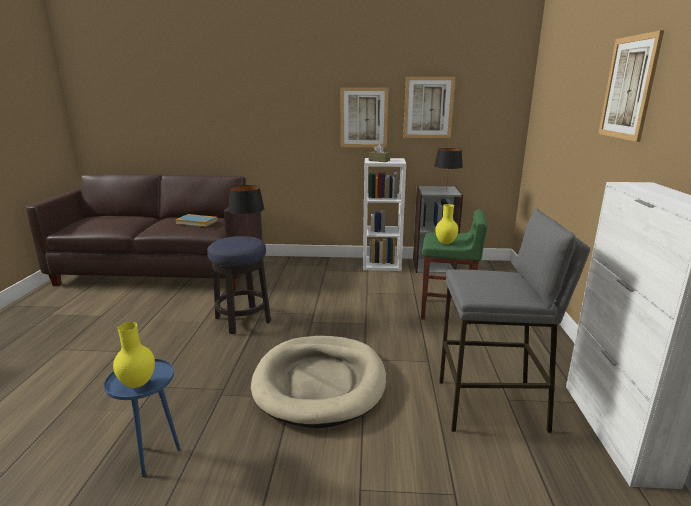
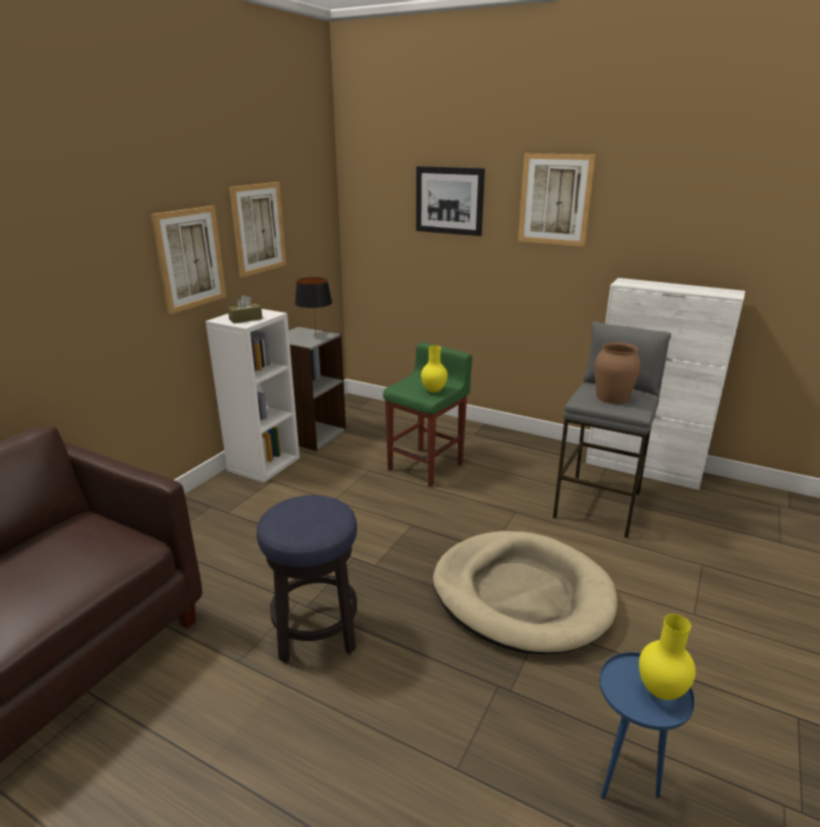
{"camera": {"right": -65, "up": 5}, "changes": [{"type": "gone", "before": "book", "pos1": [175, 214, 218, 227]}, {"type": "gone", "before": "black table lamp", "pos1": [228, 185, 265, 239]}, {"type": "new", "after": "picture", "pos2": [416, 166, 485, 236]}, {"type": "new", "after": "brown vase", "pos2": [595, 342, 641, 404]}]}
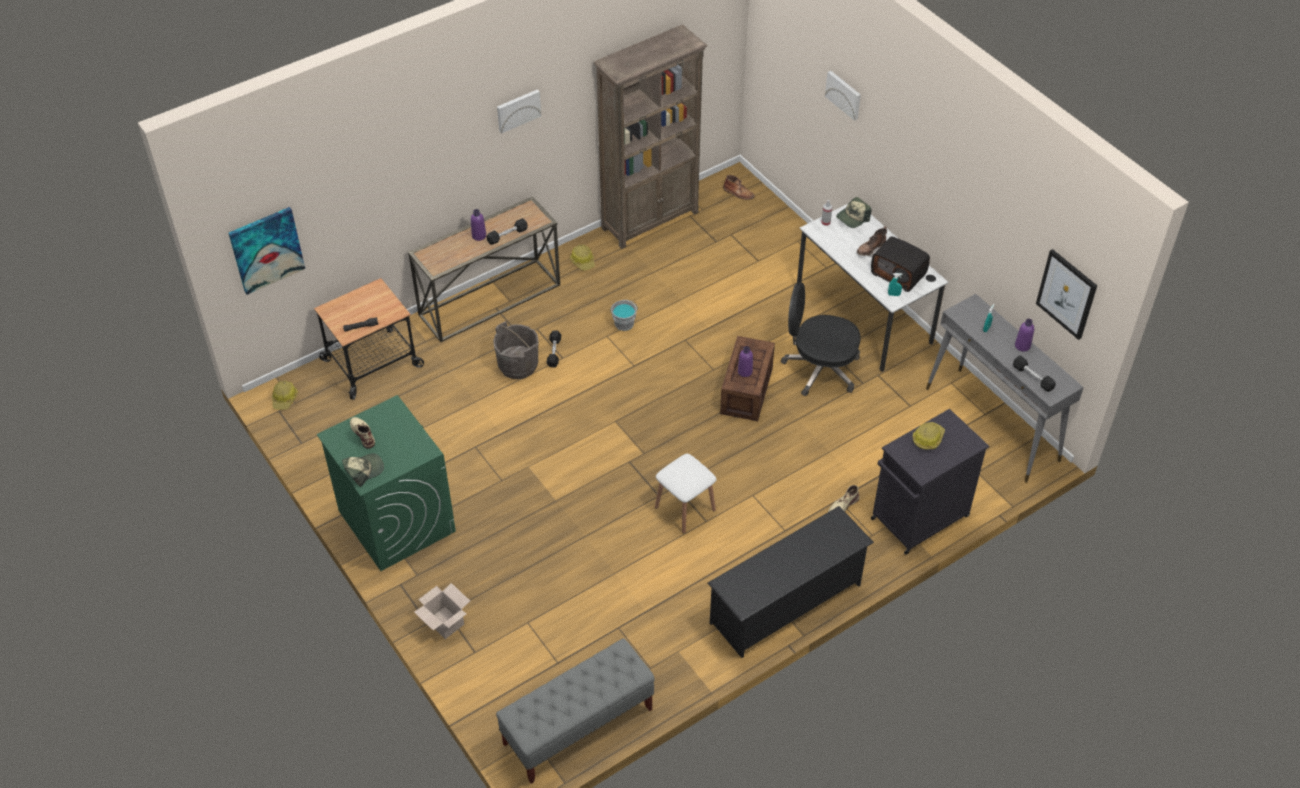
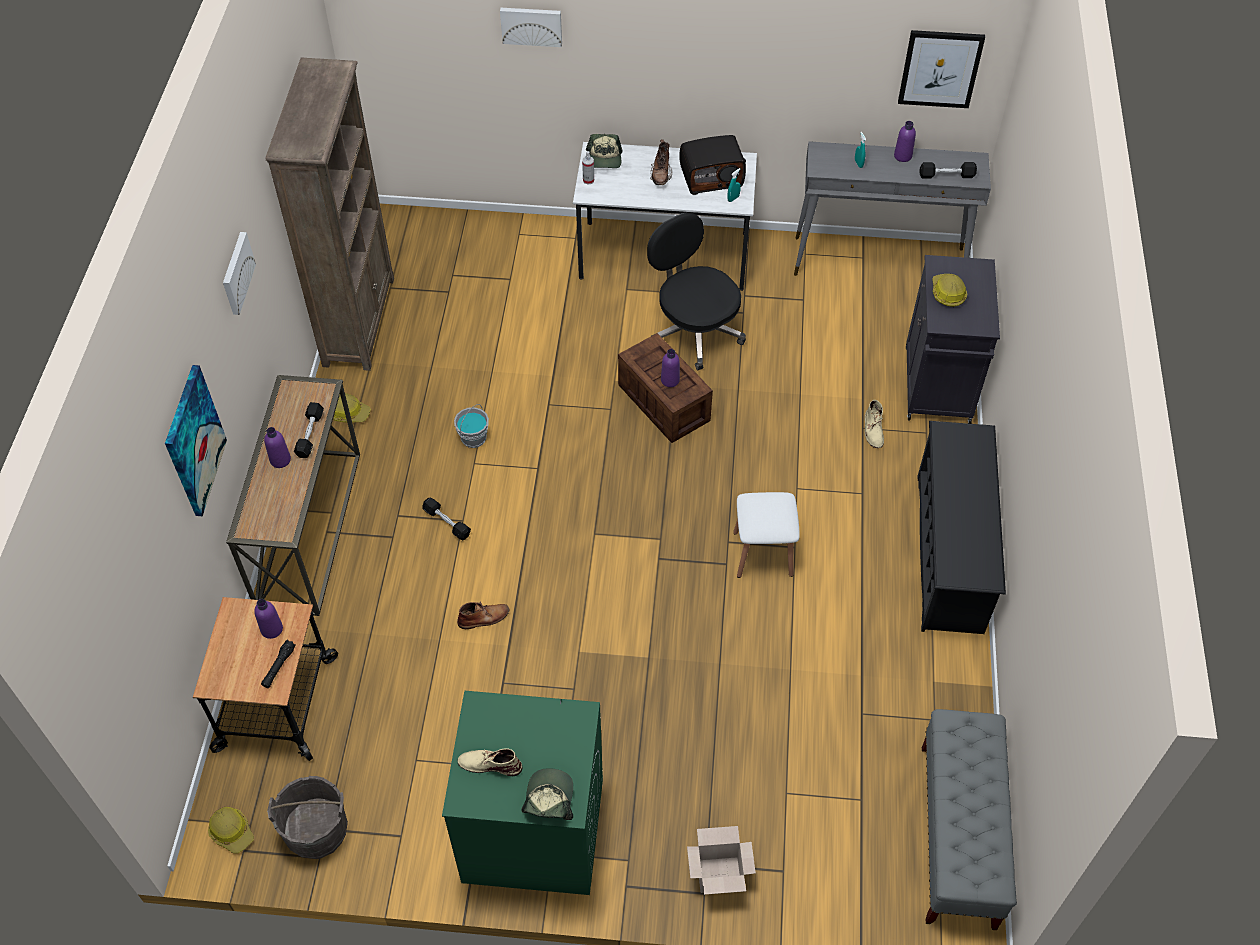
{"camera": {"right": -50, "up": 5}, "changes": [{"type": "new", "after": "purple bottle", "pos2": [254, 599, 283, 639]}, {"type": "shifted", "before": "picture", "pos1": [229, 207, 305, 295], "pos2": [165, 365, 227, 516]}, {"type": "shifted", "before": "grey bucket", "pos1": [493, 321, 539, 379], "pos2": [267, 776, 348, 859]}, {"type": "shifted", "before": "brown boot", "pos1": [723, 175, 755, 200], "pos2": [457, 602, 509, 629]}, {"type": "rotated", "before": "black office chair", "pos1": [781, 283, 860, 396], "pos2": [647, 213, 746, 370], "turn": 90}]}
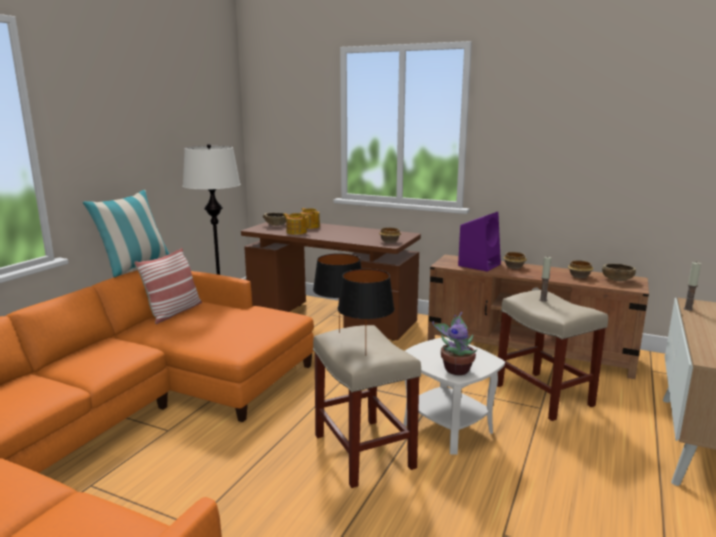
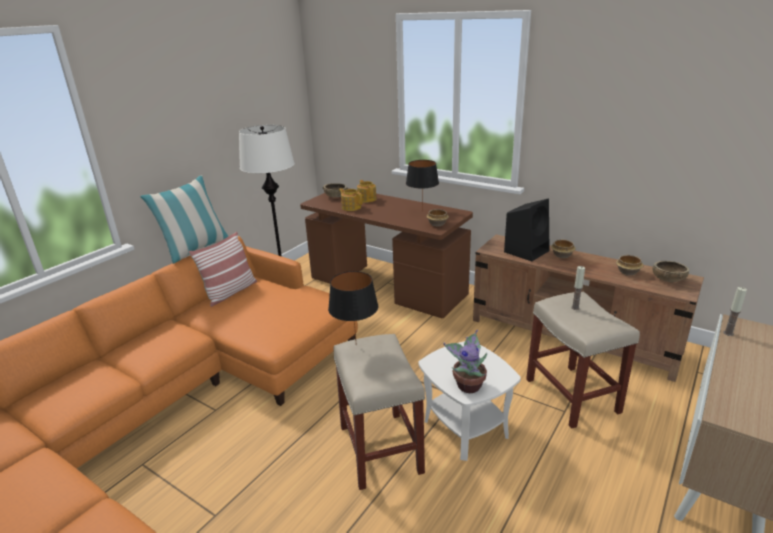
{"camera": {"right": 10, "up": 10}, "changes": [{"type": "shifted", "before": "black table lamp", "pos1": [338, 269, 395, 356], "pos2": [406, 160, 439, 212]}, {"type": "repainted", "before": "purple speaker", "after": "black speaker", "pos1": [458, 212, 501, 272], "pos2": [504, 199, 549, 261]}]}
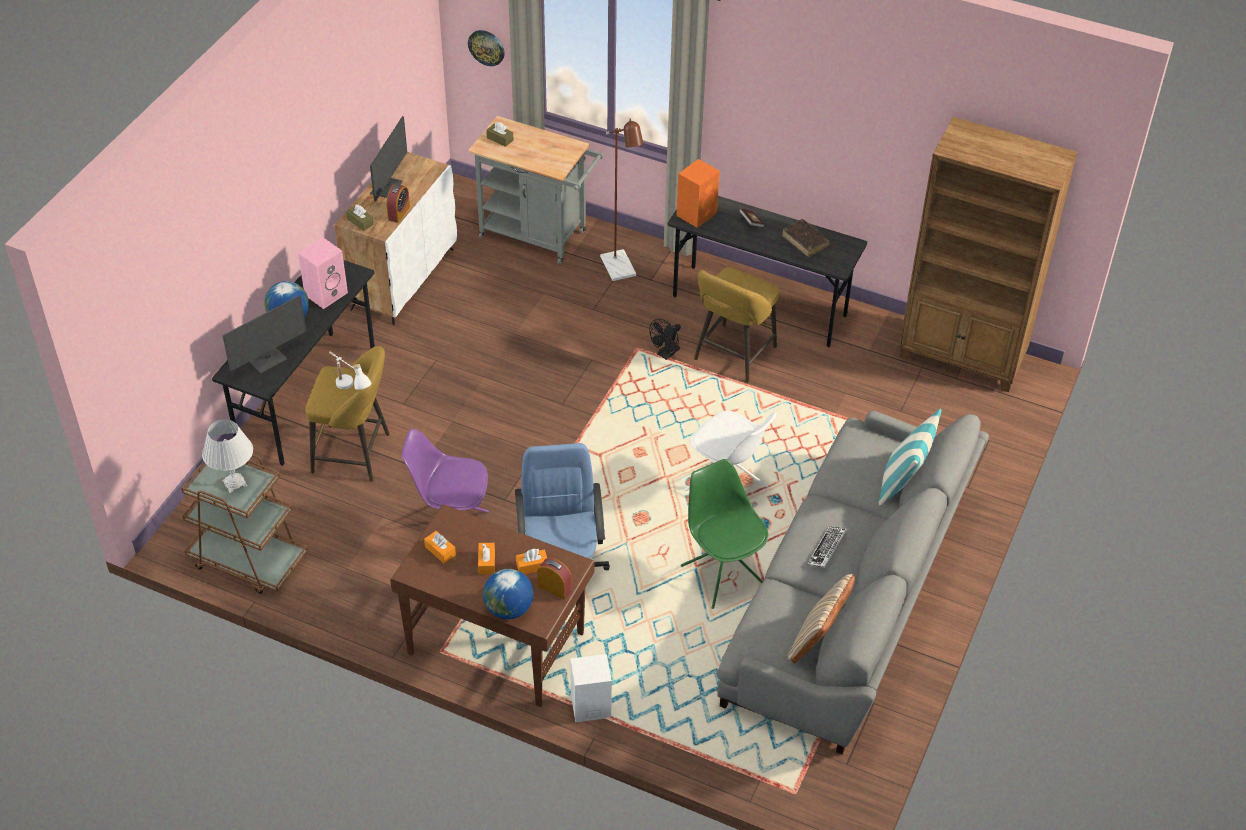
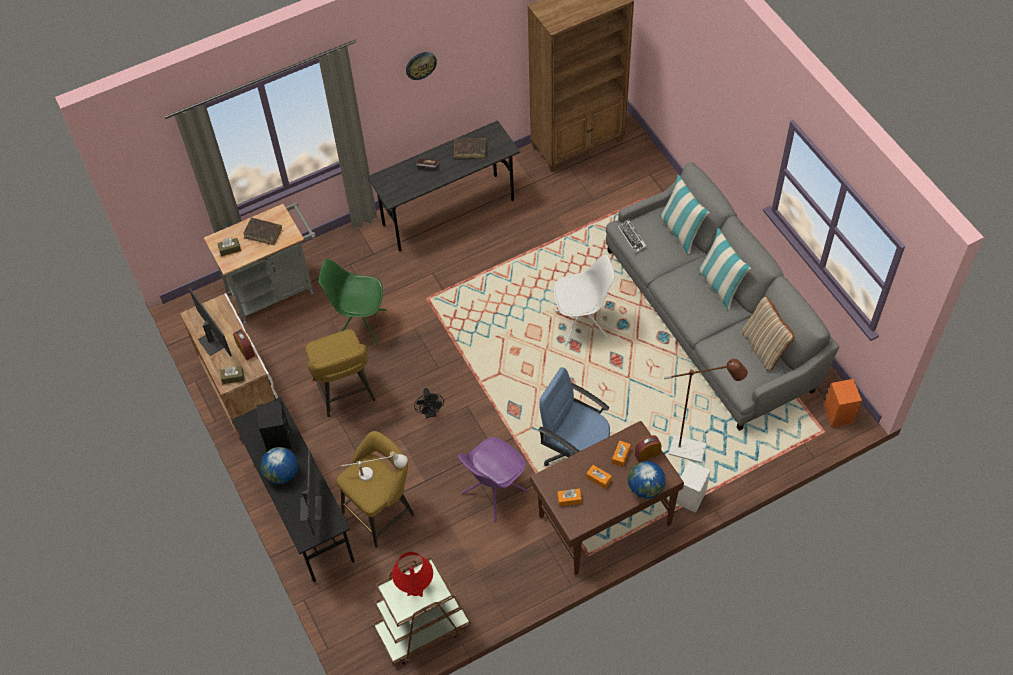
{"camera": {"right": -50, "up": 10}, "changes": [{"type": "new", "after": "brown book", "pos2": [243, 218, 282, 245]}, {"type": "new", "after": "pillow", "pos2": [697, 228, 751, 310]}, {"type": "shifted", "before": "wall clock", "pos1": [468, 30, 505, 66], "pos2": [406, 52, 437, 80]}, {"type": "shifted", "before": "brown floor lamp", "pos1": [600, 118, 643, 281], "pos2": [664, 359, 748, 463]}, {"type": "shifted", "before": "black fan", "pos1": [649, 319, 681, 360], "pos2": [414, 388, 444, 418]}, {"type": "shifted", "before": "orange speaker", "pos1": [676, 159, 720, 228], "pos2": [824, 379, 862, 427]}, {"type": "shifted", "before": "green chair", "pos1": [681, 459, 768, 609], "pos2": [318, 259, 387, 346]}, {"type": "shifted", "before": "yellow stool", "pos1": [694, 267, 779, 383], "pos2": [305, 330, 376, 417]}, {"type": "shifted", "before": "keyboard", "pos1": [807, 526, 847, 568], "pos2": [618, 219, 647, 254]}, {"type": "repainted", "before": "white table lamp", "after": "red table lamp", "pos1": [202, 419, 253, 493], "pos2": [392, 552, 433, 597]}, {"type": "repainted", "before": "pink speaker", "after": "black speaker", "pos1": [298, 237, 348, 309], "pos2": [257, 401, 291, 451]}]}
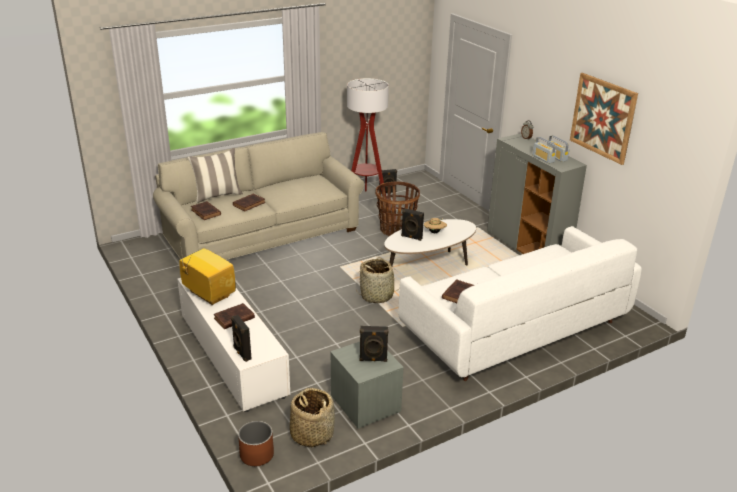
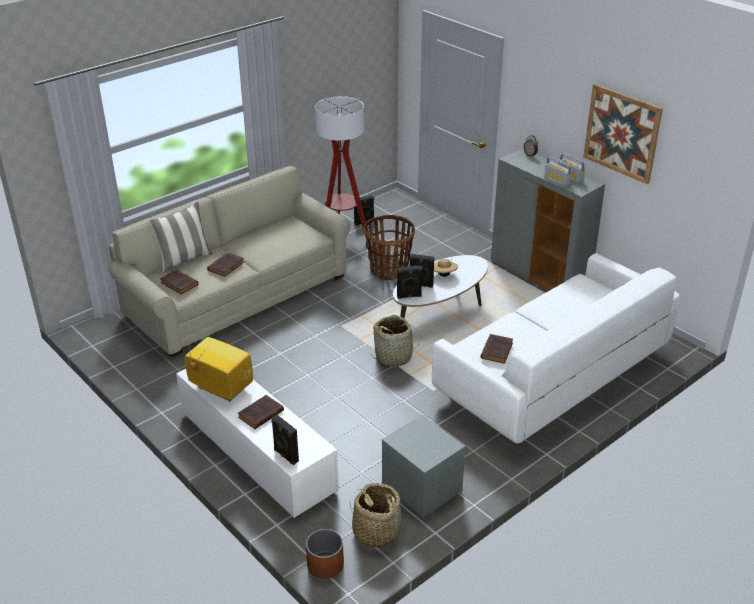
{"camera": {"right": -10, "up": 5}, "changes": [{"type": "shifted", "before": "black speaker", "pos1": [359, 326, 388, 362], "pos2": [397, 265, 423, 299]}]}
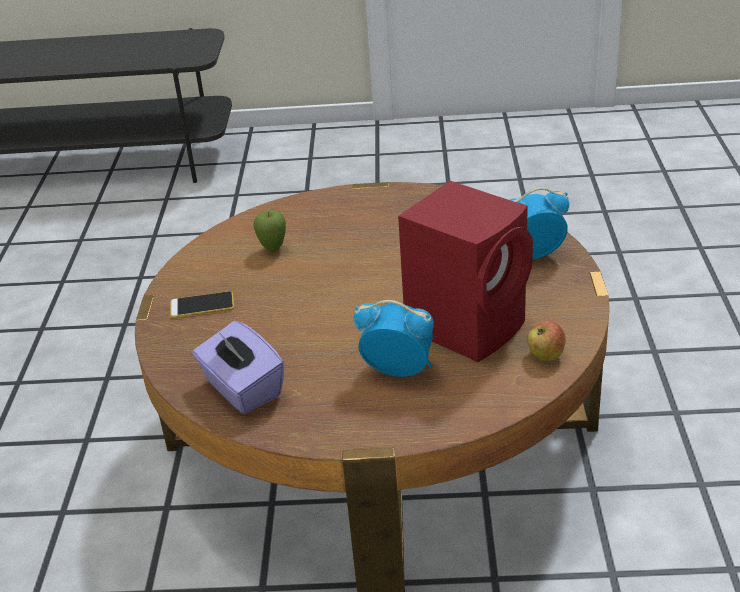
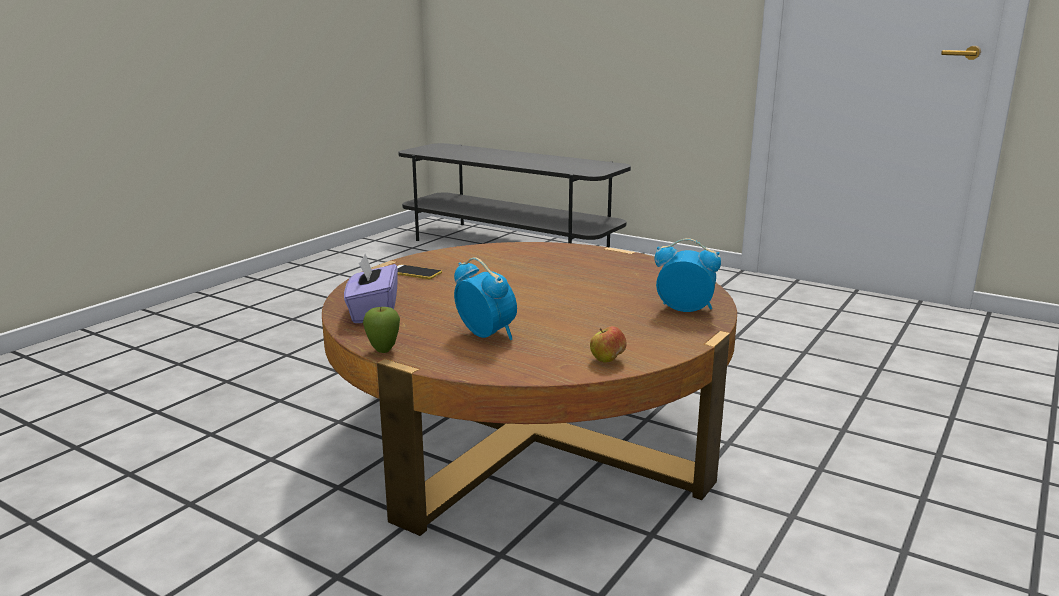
{"camera": {"right": 30, "up": -15}, "changes": [{"type": "gone", "before": "red speaker", "pos1": [398, 181, 533, 362]}, {"type": "shifted", "before": "apple", "pos1": [253, 210, 286, 252], "pos2": [363, 307, 400, 353]}]}
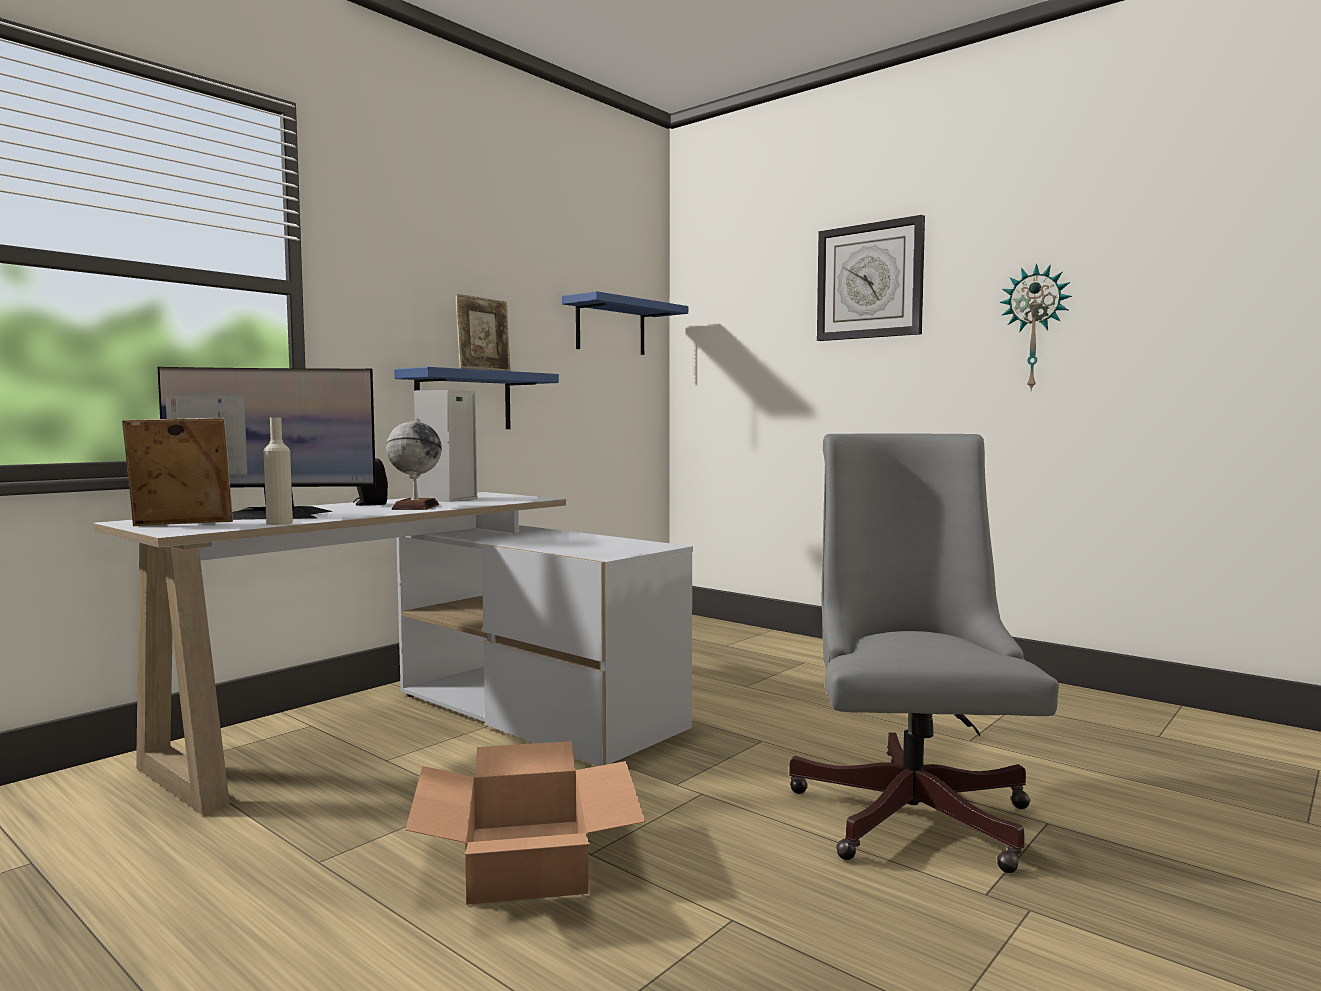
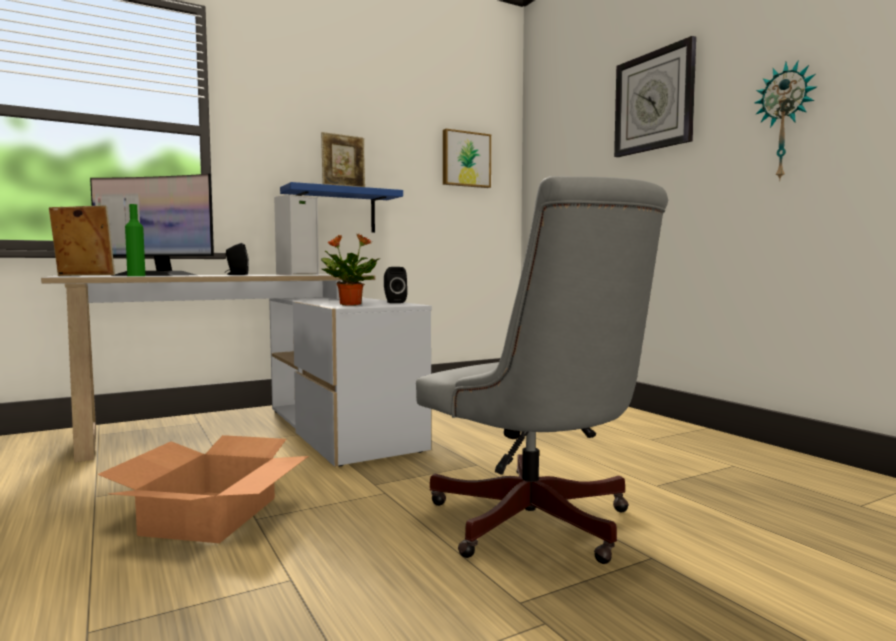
{"camera": {"right": 20, "up": 0}, "changes": [{"type": "gone", "before": "globe", "pos1": [386, 418, 442, 510]}, {"type": "new", "after": "potted plant", "pos2": [321, 233, 381, 305]}, {"type": "new", "after": "black speaker", "pos2": [384, 267, 407, 303]}, {"type": "swapped", "before": "blue shelf", "after": "picture", "pos1": [562, 291, 688, 355], "pos2": [443, 129, 491, 188]}, {"type": "repainted", "before": "beige bottle", "after": "green bottle", "pos1": [264, 418, 293, 525], "pos2": [125, 204, 145, 276]}, {"type": "rotated", "before": "grey office chair", "pos1": [789, 433, 1059, 873], "pos2": [416, 176, 668, 564], "turn": 120}]}
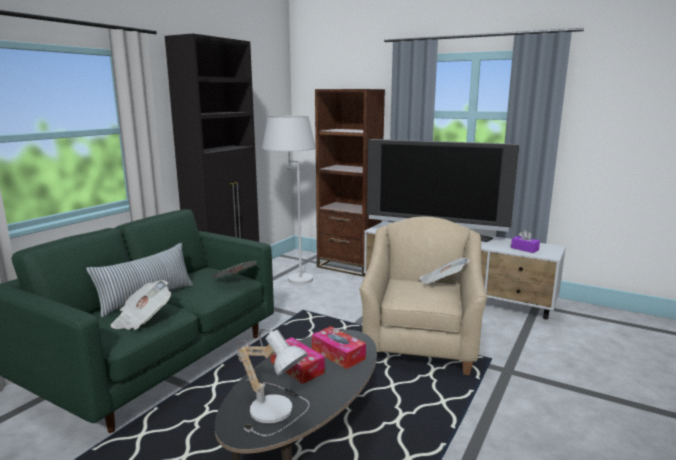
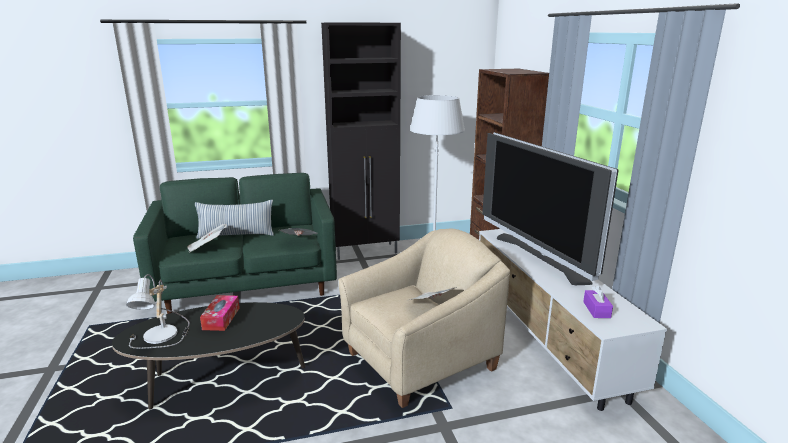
{"camera": {"right": 45, "up": 5}, "changes": [{"type": "gone", "before": "tissue box", "pos1": [312, 326, 366, 369]}]}
